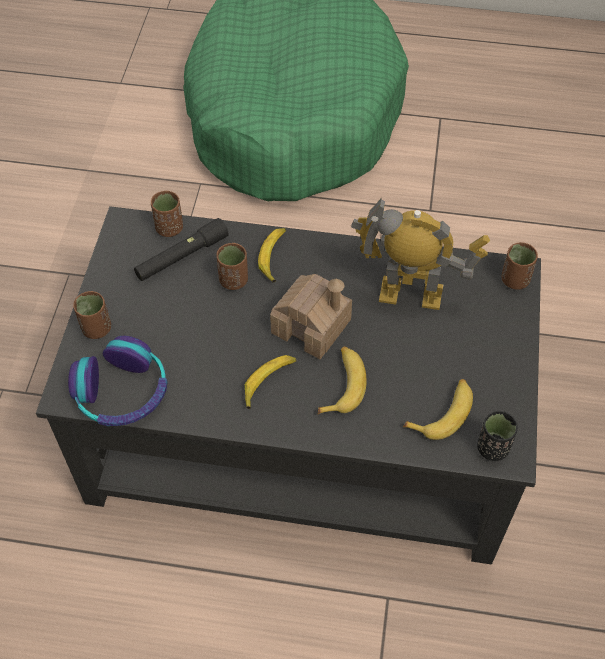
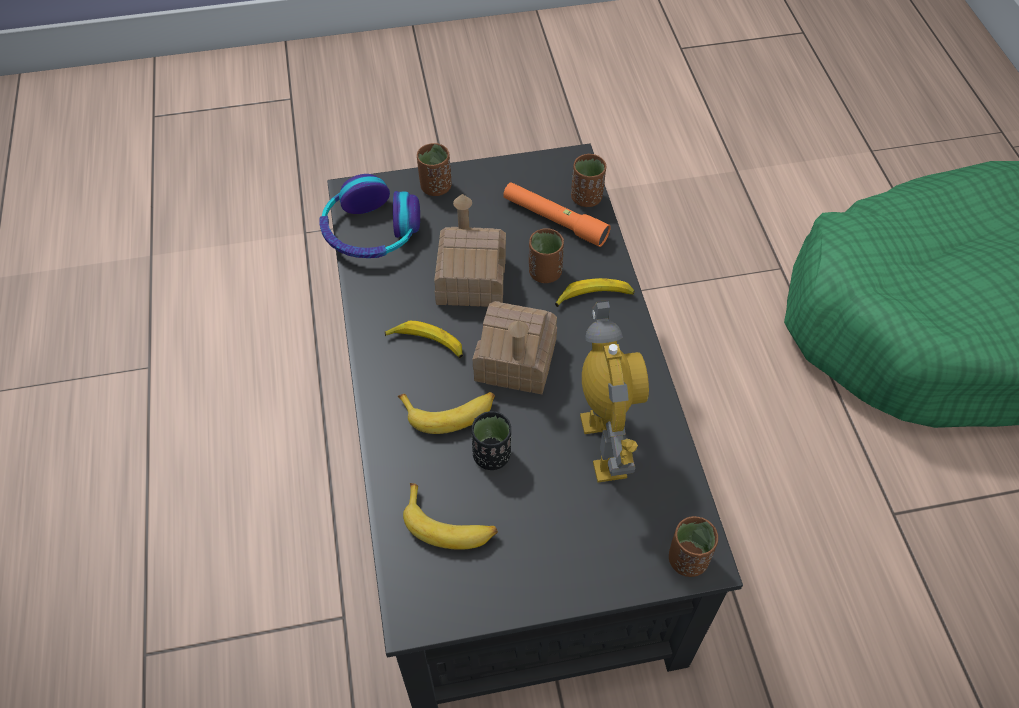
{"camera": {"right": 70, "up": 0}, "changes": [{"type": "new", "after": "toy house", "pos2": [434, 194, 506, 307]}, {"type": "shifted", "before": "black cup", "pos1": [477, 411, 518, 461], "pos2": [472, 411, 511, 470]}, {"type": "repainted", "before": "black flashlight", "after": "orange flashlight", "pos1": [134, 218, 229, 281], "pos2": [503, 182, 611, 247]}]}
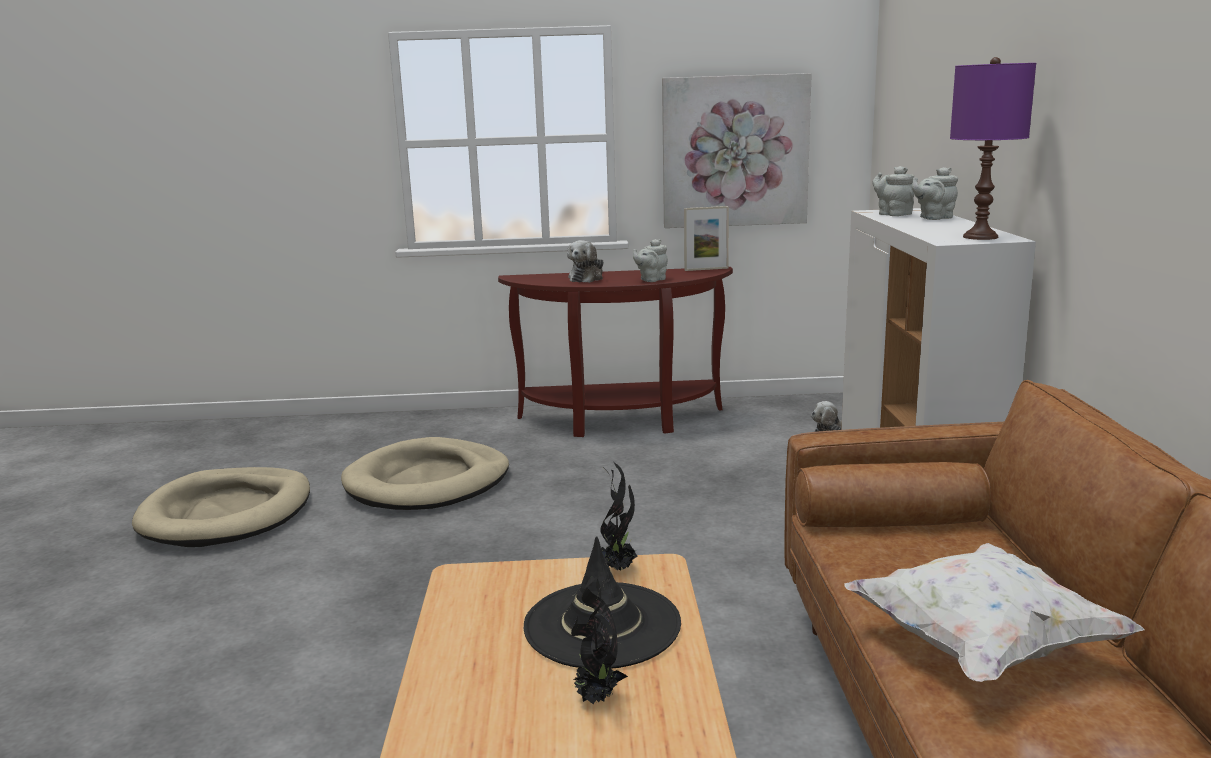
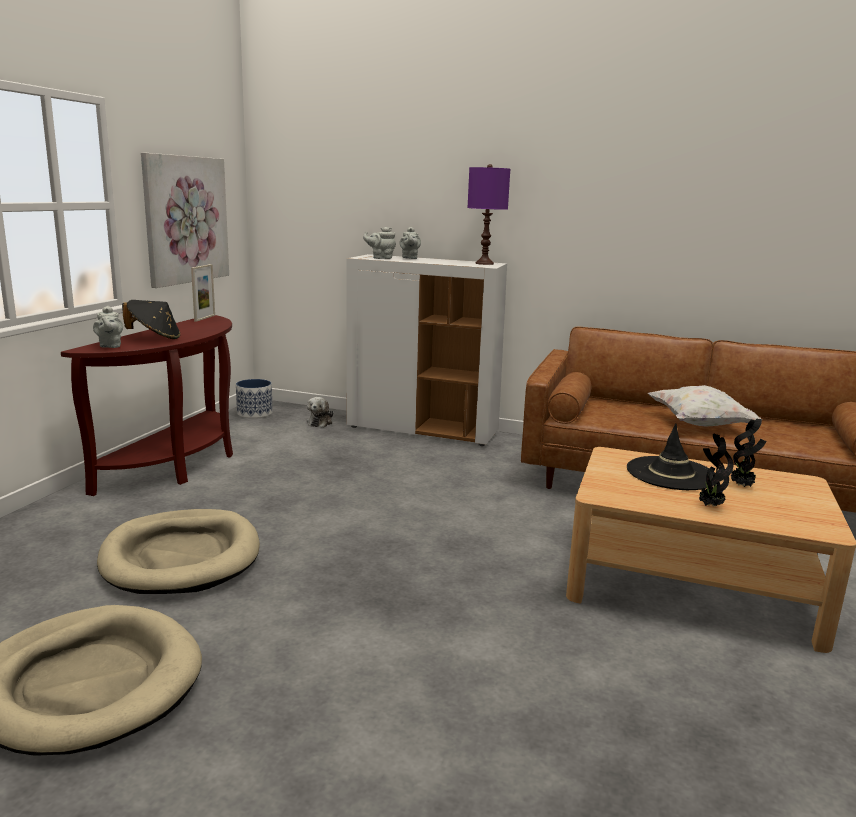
{"camera": {"right": -70, "up": 0}, "changes": [{"type": "new", "after": "planter", "pos2": [236, 379, 273, 418]}, {"type": "shifted", "before": "potted plant", "pos1": [600, 462, 637, 571], "pos2": [699, 433, 733, 507]}, {"type": "shifted", "before": "grey teapot", "pos1": [633, 239, 668, 282], "pos2": [93, 306, 123, 348]}, {"type": "swapped", "before": "plush toy", "after": "black hat", "pos1": [567, 240, 603, 283], "pos2": [122, 300, 180, 339]}]}
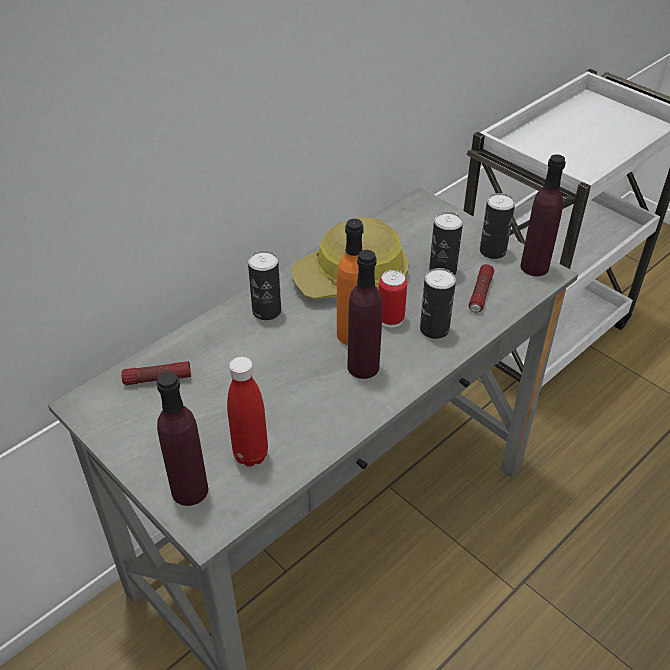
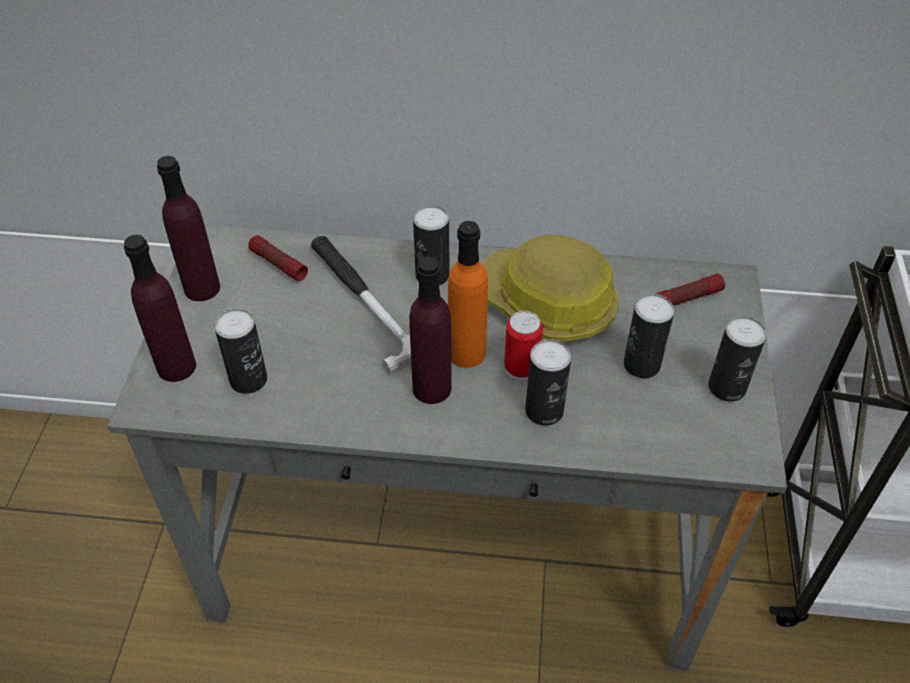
{"camera": {"right": 50, "up": 5}, "changes": [{"type": "new", "after": "hammer", "pos2": [311, 236, 411, 373]}, {"type": "shifted", "before": "flashlight", "pos1": [469, 264, 494, 312], "pos2": [655, 273, 725, 306]}, {"type": "shifted", "before": "purple bottle", "pos1": [520, 154, 566, 276], "pos2": [157, 156, 220, 301]}, {"type": "swapped", "before": "red bottle", "after": "can", "pos1": [227, 357, 268, 467], "pos2": [214, 308, 267, 394]}]}
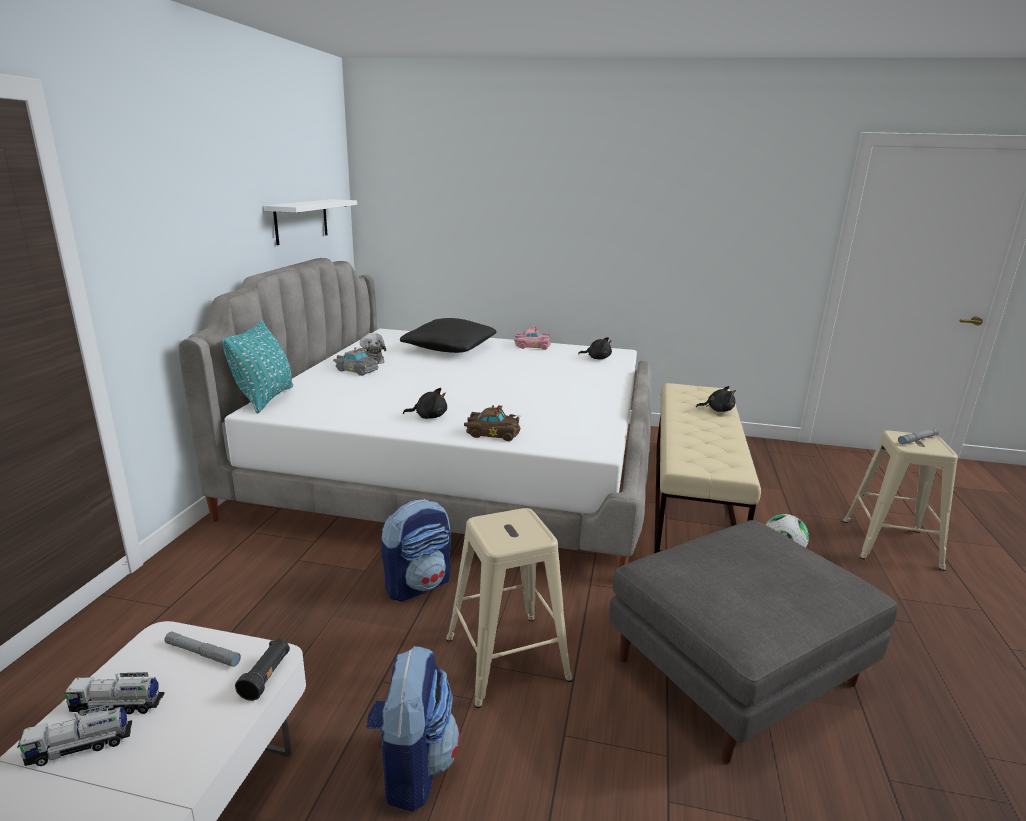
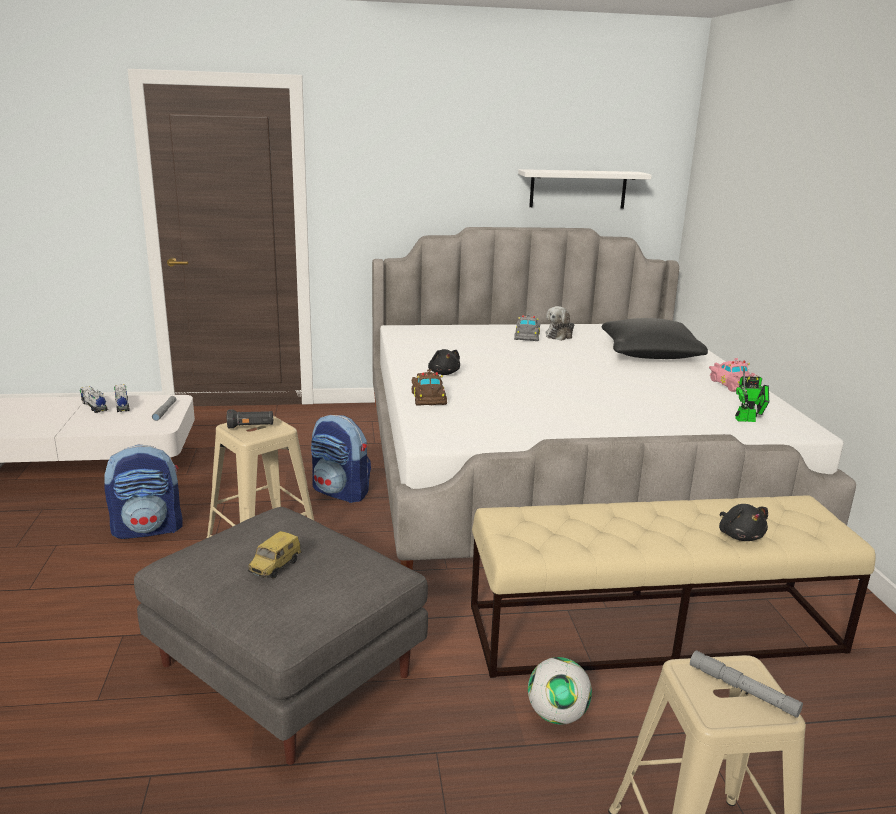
{"camera": {"right": 70, "up": 0}, "changes": [{"type": "gone", "before": "turquoise pillow", "pos1": [222, 320, 293, 414]}, {"type": "new", "after": "toy car", "pos2": [248, 531, 302, 578]}, {"type": "shifted", "before": "black flashlight", "pos1": [235, 639, 290, 701], "pos2": [227, 409, 273, 428]}, {"type": "swapped", "before": "black plush toy", "after": "toy robot", "pos1": [578, 337, 612, 359], "pos2": [735, 366, 769, 422]}]}
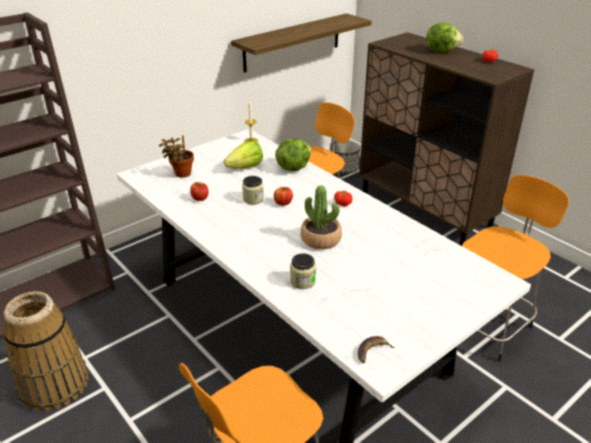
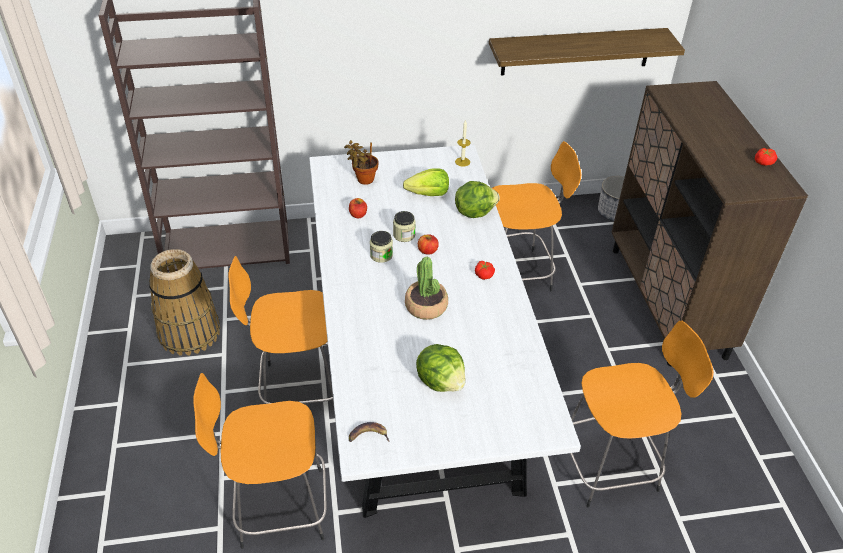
{"camera": {"right": 30, "up": 10}, "changes": [{"type": "new", "after": "orange stool", "pos2": [229, 256, 334, 405]}, {"type": "shifted", "before": "jar", "pos1": [290, 253, 316, 289], "pos2": [370, 231, 393, 263]}, {"type": "shifted", "before": "lettuce", "pos1": [426, 23, 463, 52], "pos2": [416, 344, 465, 392]}]}
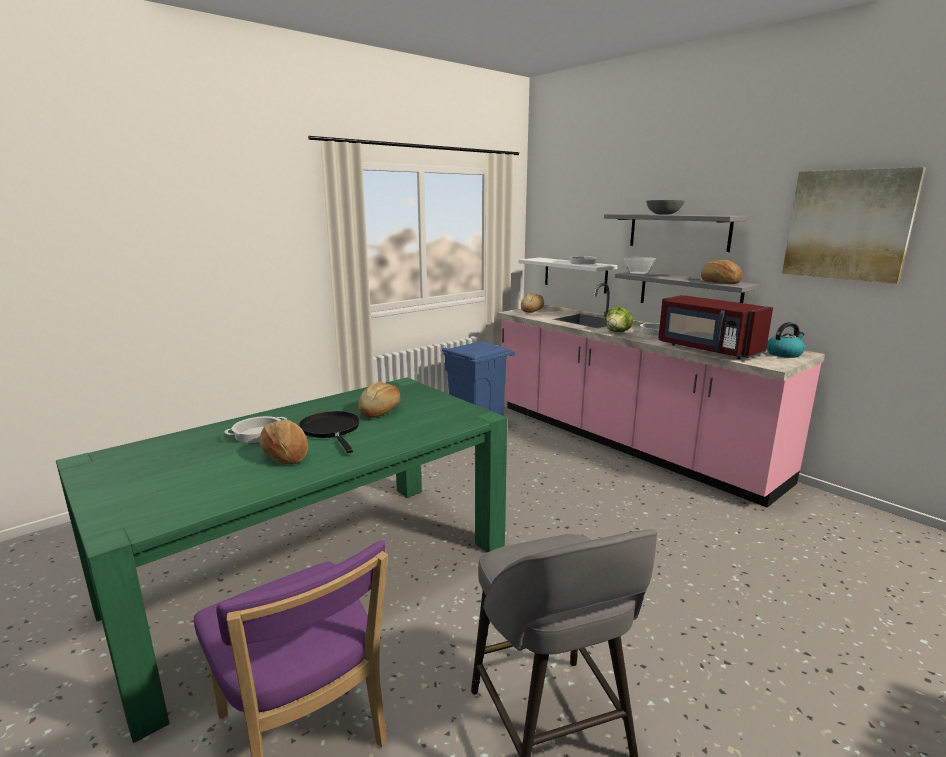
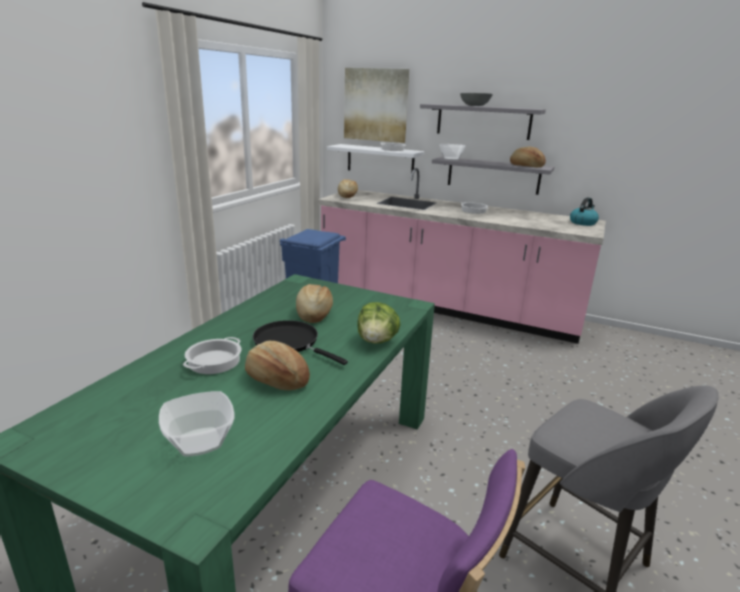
{"camera": {"right": -25, "up": 5}, "changes": [{"type": "gone", "before": "red microwave", "pos1": [658, 295, 773, 359]}, {"type": "new", "after": "bowl", "pos2": [159, 391, 234, 457]}, {"type": "shifted", "before": "lettuce", "pos1": [606, 307, 633, 332], "pos2": [357, 302, 401, 344]}, {"type": "shifted", "before": "picture", "pos1": [782, 167, 926, 284], "pos2": [344, 68, 409, 143]}]}
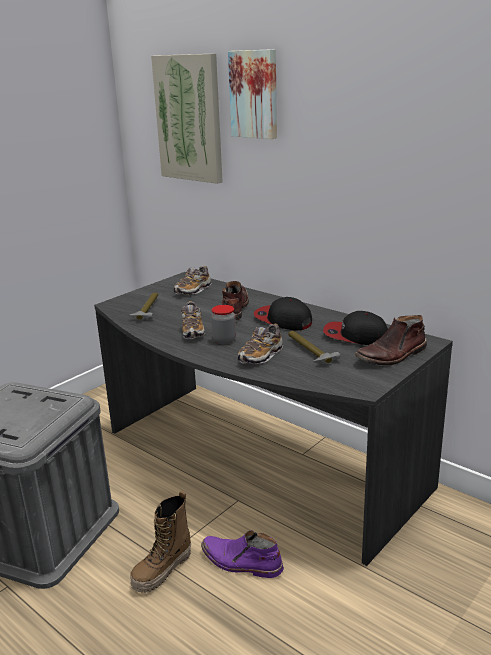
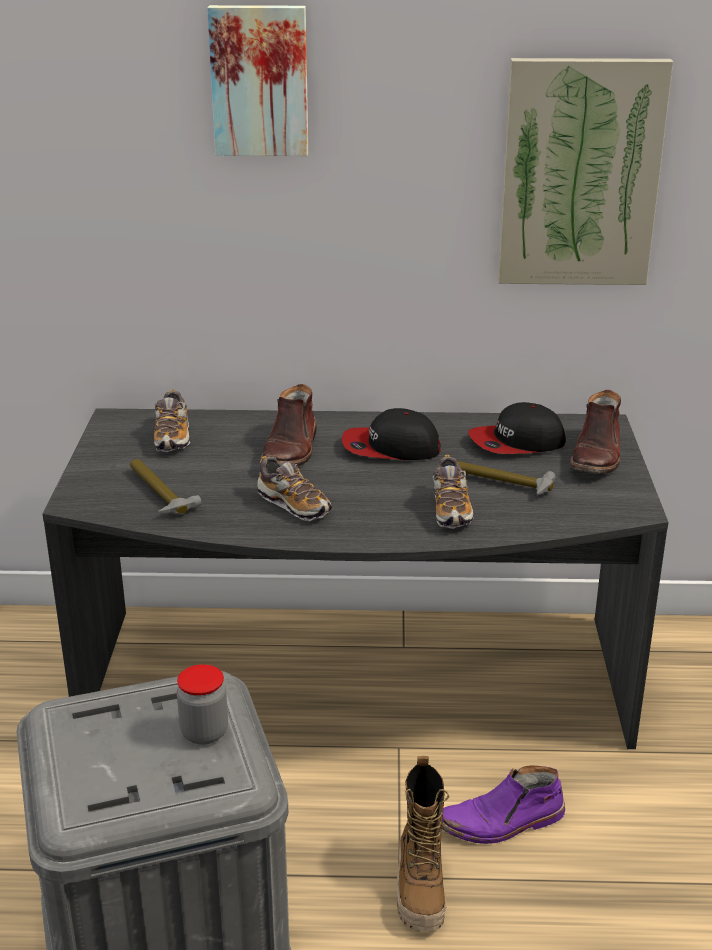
{"camera": {"right": -40, "up": 5}, "changes": [{"type": "shifted", "before": "picture", "pos1": [151, 53, 223, 184], "pos2": [498, 58, 673, 285]}, {"type": "shifted", "before": "jar", "pos1": [211, 305, 236, 344], "pos2": [177, 664, 228, 745]}, {"type": "rotated", "before": "brown boot", "pos1": [222, 281, 249, 321], "pos2": [260, 384, 317, 466], "turn": -135}]}
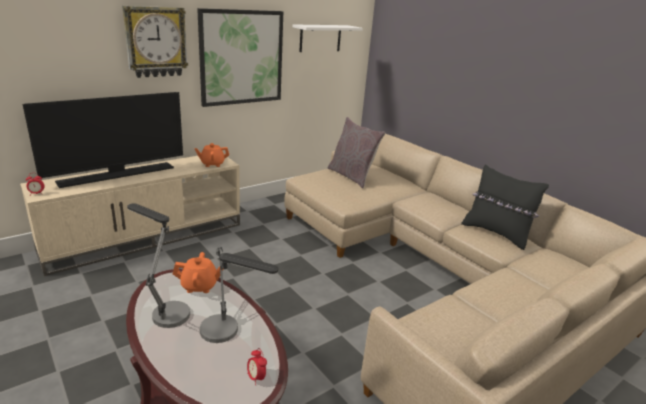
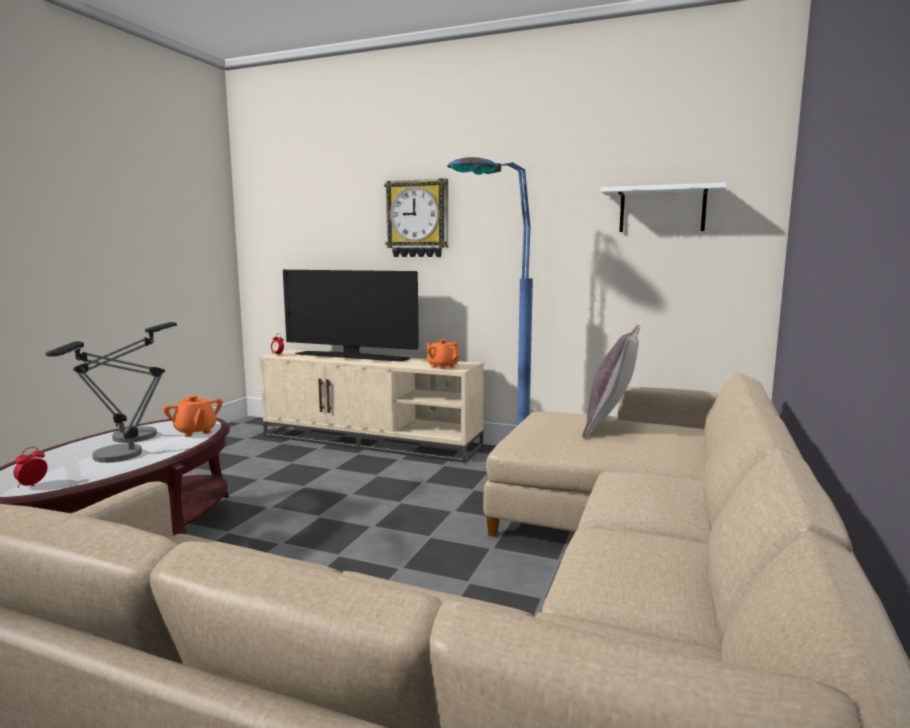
{"camera": {"right": 60, "up": -15}, "changes": [{"type": "gone", "before": "picture", "pos1": [197, 8, 283, 107]}, {"type": "gone", "before": "black pillow", "pos1": [461, 164, 549, 250]}, {"type": "new", "after": "blue floor lamp", "pos2": [447, 157, 533, 426]}]}
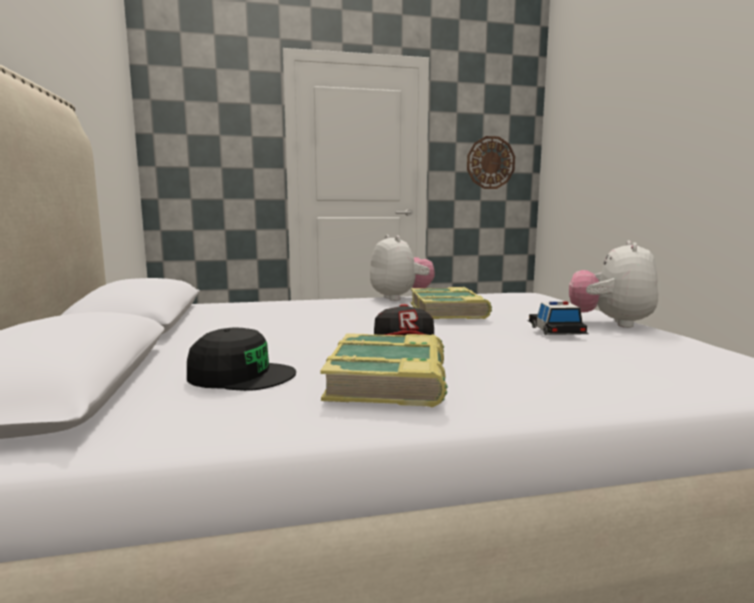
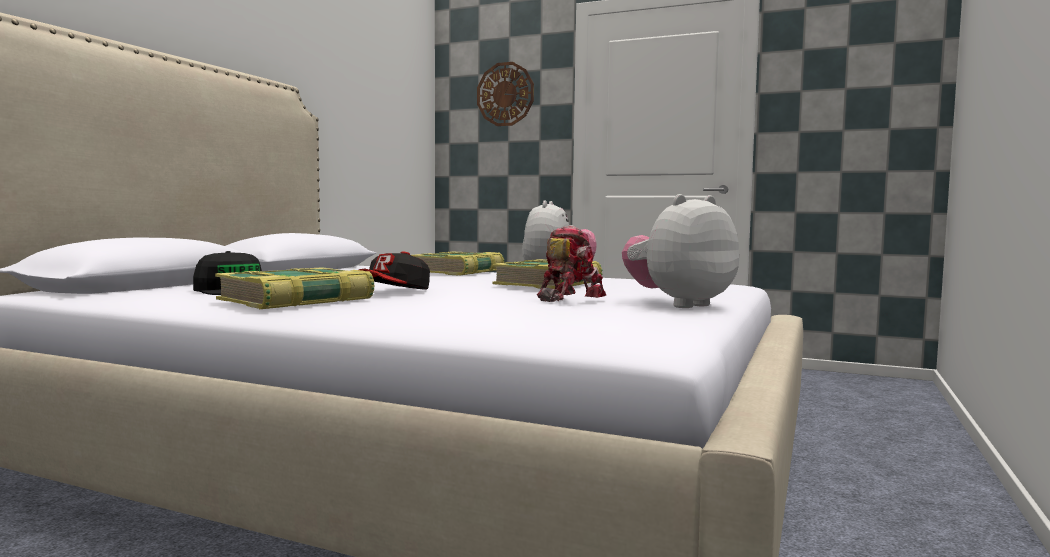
{"camera": {"right": 35, "up": -5}, "changes": [{"type": "new", "after": "book", "pos2": [411, 252, 505, 276]}, {"type": "shifted", "before": "wall clock", "pos1": [467, 136, 515, 189], "pos2": [477, 62, 534, 126]}, {"type": "swapped", "before": "toy car", "after": "toy robot", "pos1": [528, 301, 589, 335], "pos2": [537, 225, 606, 302]}]}
